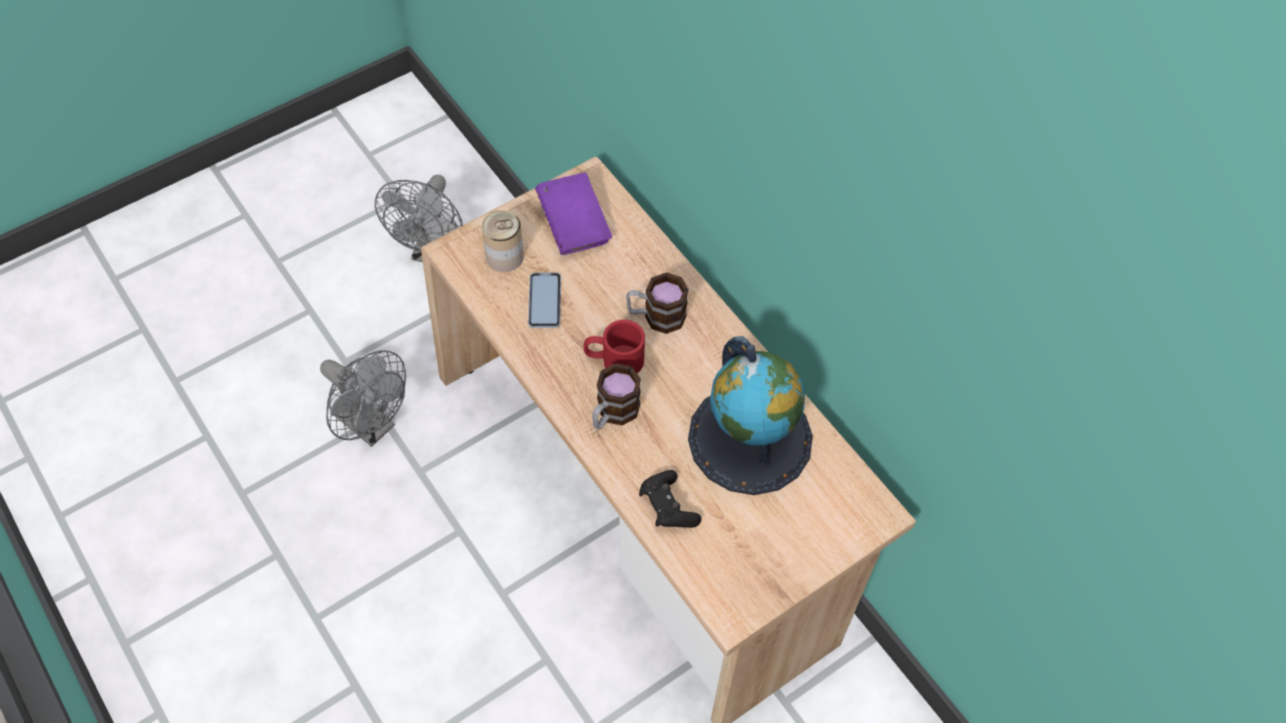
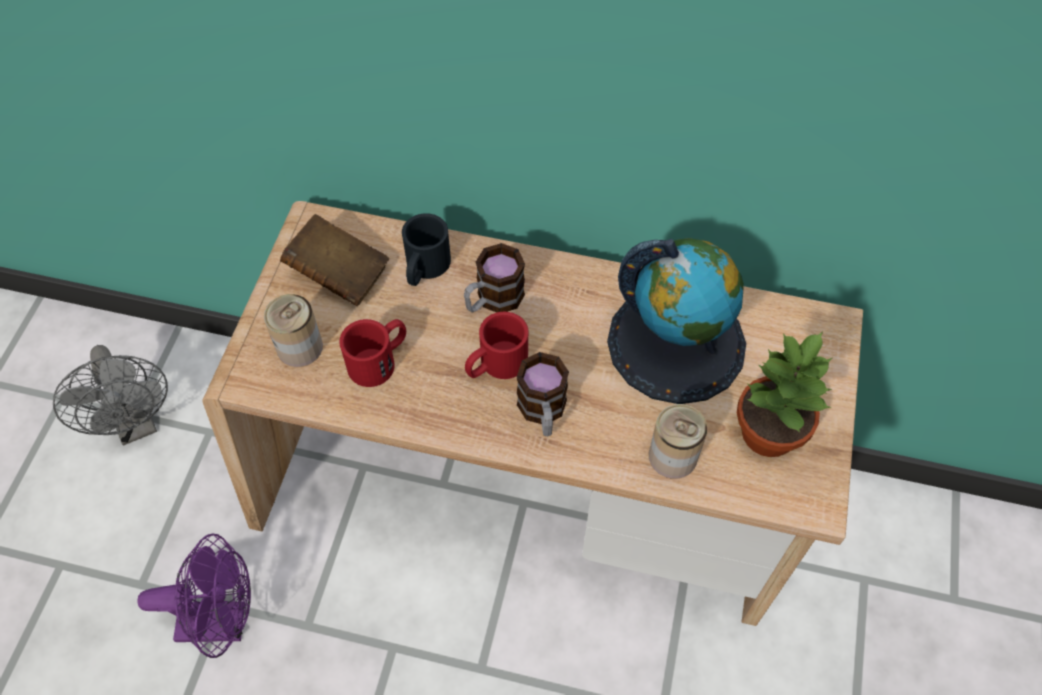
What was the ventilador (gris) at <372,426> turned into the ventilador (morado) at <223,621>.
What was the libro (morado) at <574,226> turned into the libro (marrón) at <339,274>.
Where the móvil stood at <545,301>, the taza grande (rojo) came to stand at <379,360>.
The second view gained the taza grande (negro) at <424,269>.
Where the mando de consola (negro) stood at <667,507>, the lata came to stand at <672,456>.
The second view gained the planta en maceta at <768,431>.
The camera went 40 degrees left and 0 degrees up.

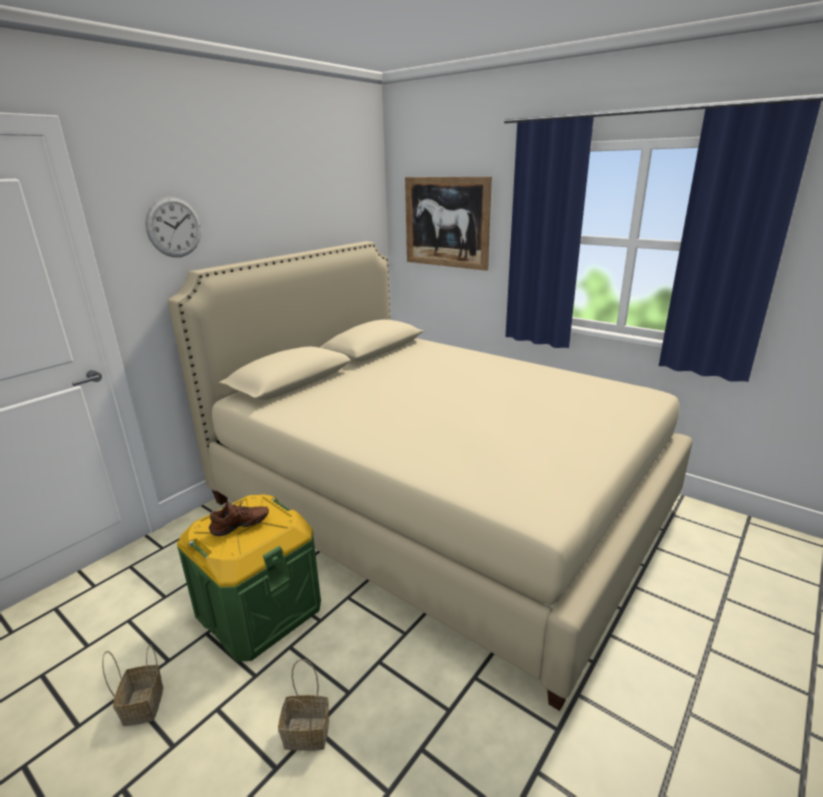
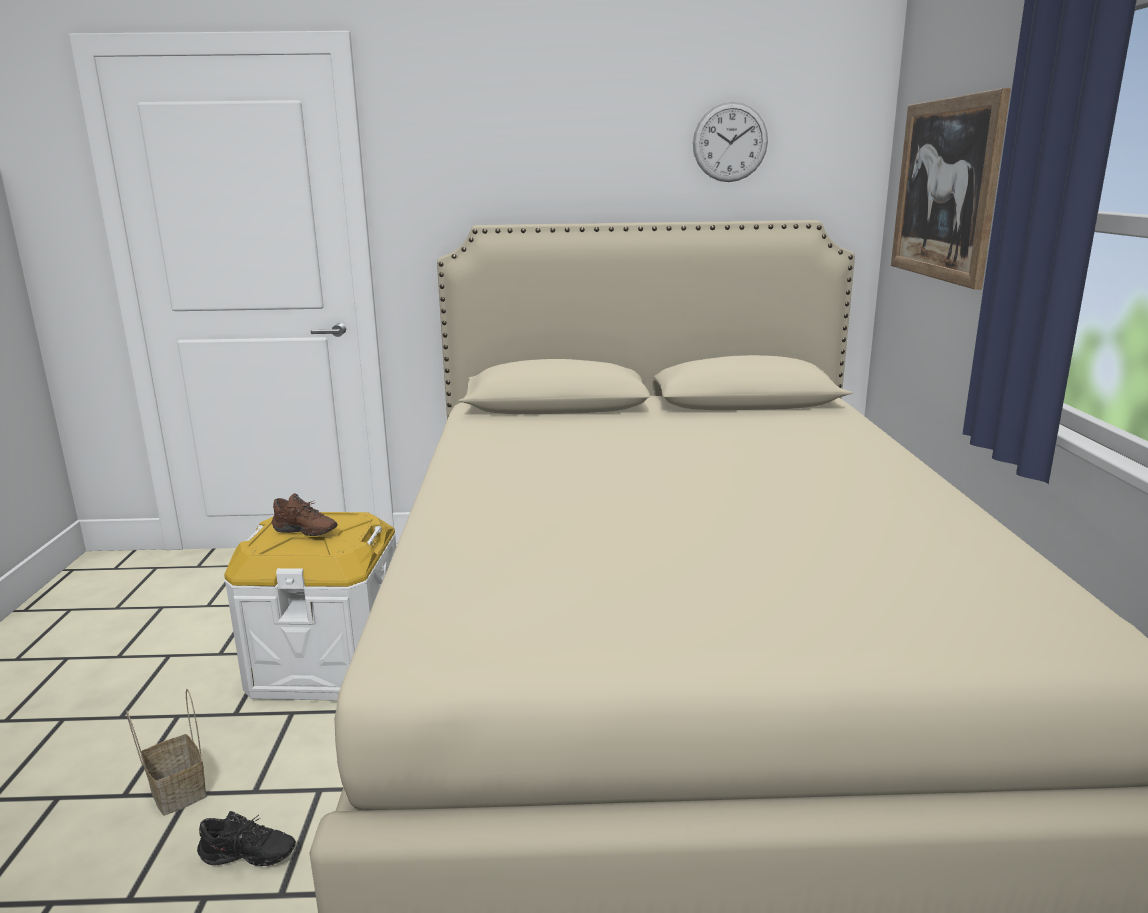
The second view gained the zapato (negro) at <247,859>.
What was the caja de almacenaje (verde) at <259,610> turned into the caja de almacenaje (blanco) at <328,663>.
The reloj de pared ended up elsewhere, having gone from <174,227> to <730,142>.
The second view lost the cesta at <144,706>.
The camera went 50 degrees right and 5 degrees down.

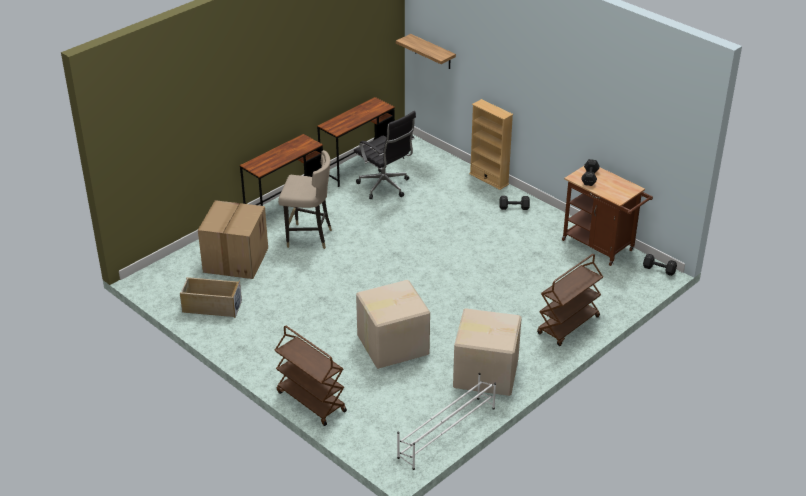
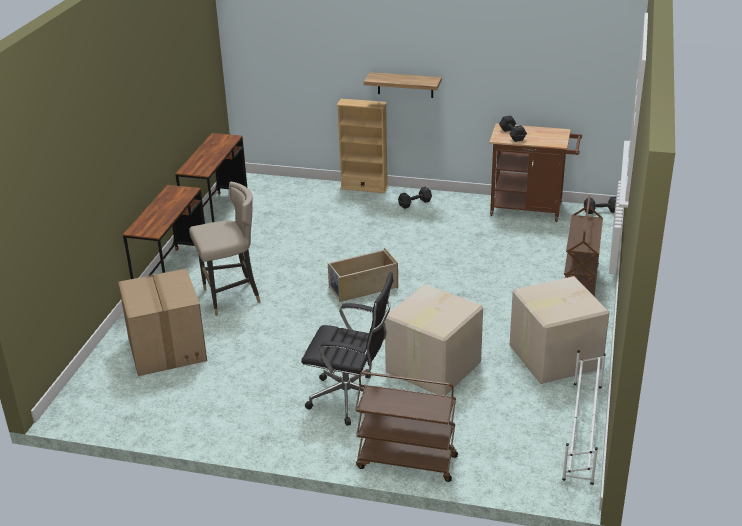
The silla de oficina (negro) ended up elsewhere, having gone from <385,187> to <351,399>.
The caja de almacenaje (beis) ended up elsewhere, having gone from <211,307> to <362,288>.
The estante ended up elsewhere, having gone from <432,52> to <405,85>.
The camera went 30 degrees left and 5 degrees down.

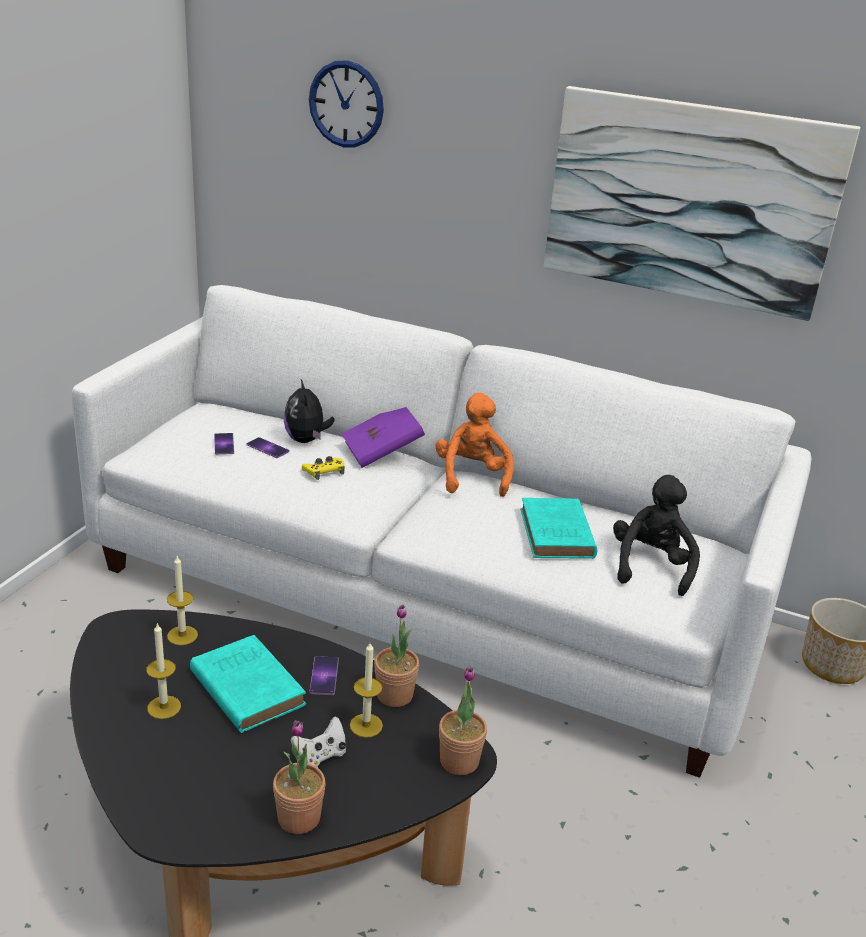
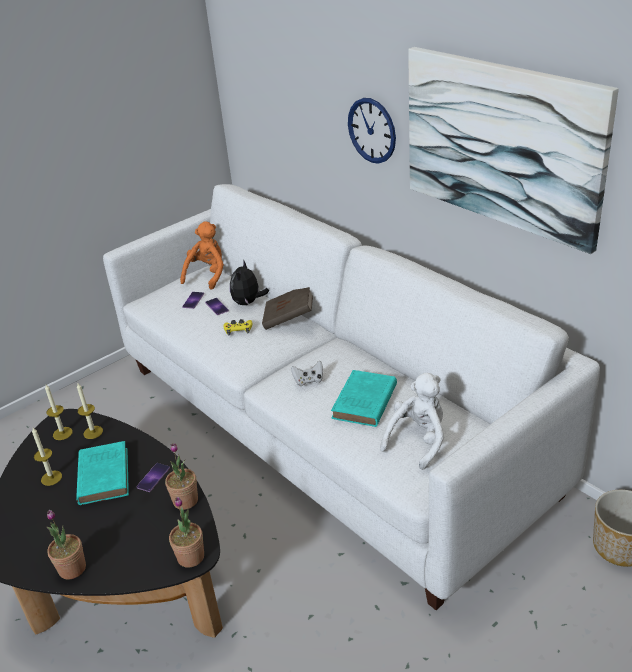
The vela ended up elsewhere, having gone from <366,725> to <62,433>.
The peluche (naranja) ended up elsewhere, having gone from <472,476> to <207,275>.
What was the libro (morado) at <382,451> turned into the libro (marrón) at <289,318>.
The mando de consola (blanco) ended up elsewhere, having gone from <320,756> to <308,381>.
The reloj de pared ended up elsewhere, having gone from <346,104> to <372,130>.
What was the peluche (negro) at <651,566> turned into the peluche (blanco) at <418,441>.
The camera went 30 degrees right and 5 degrees up.

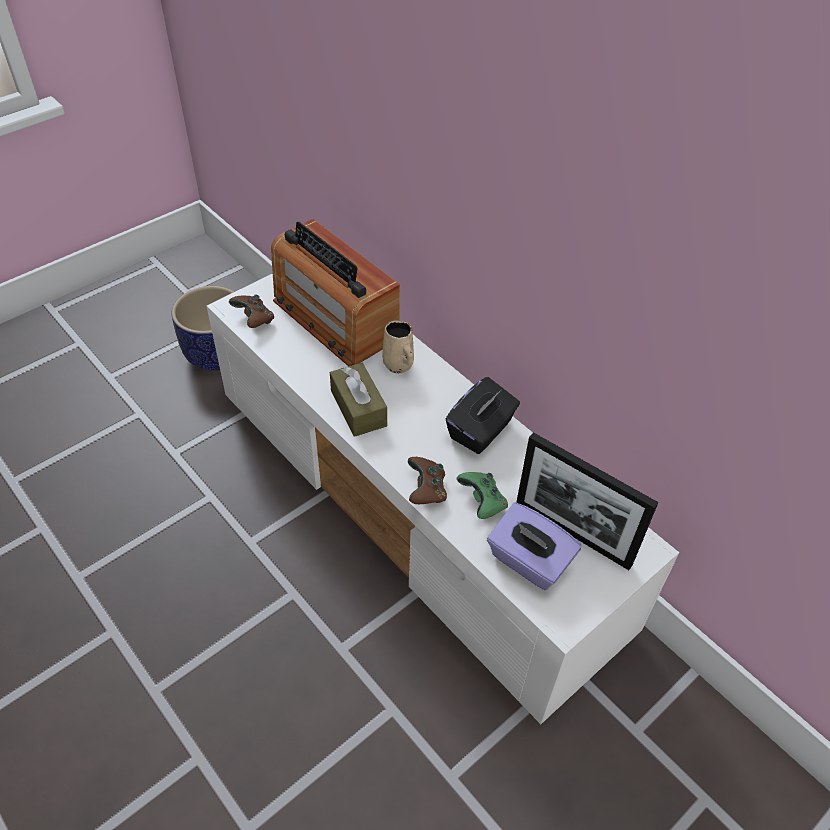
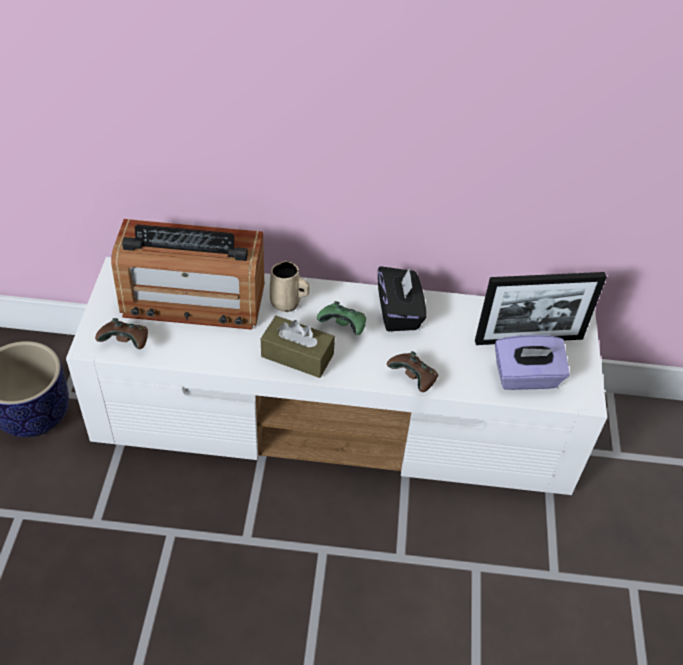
The mando de consola (verde) ended up elsewhere, having gone from <482,502> to <343,326>.
The camera went 45 degrees left and 0 degrees up.

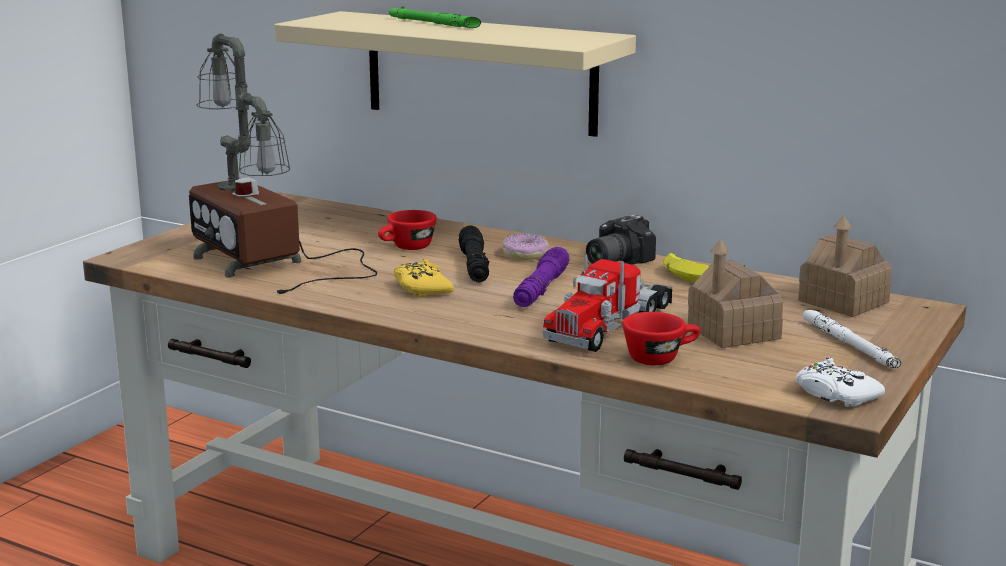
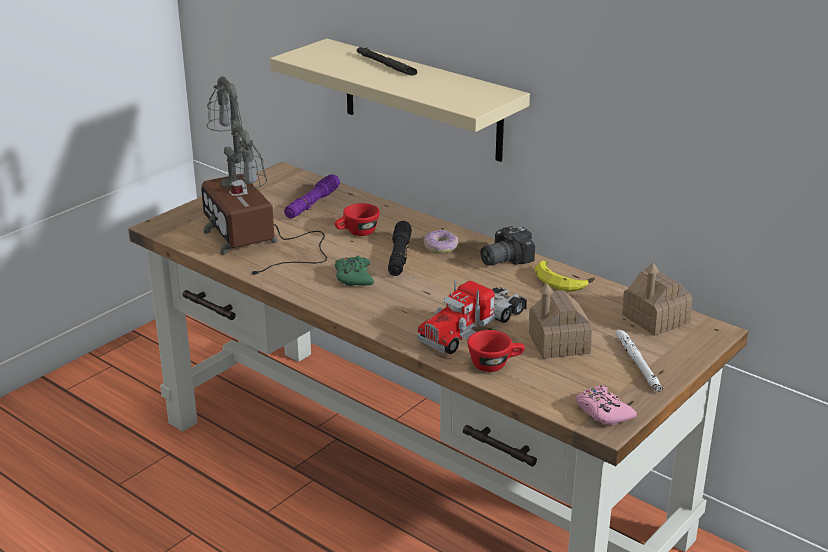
The linterna (morado) ended up elsewhere, having gone from <541,289> to <312,204>.
What was the mando de consola (amarillo) at <422,288> turned into the mando de consola (verde) at <354,277>.
What was the linterna (verde) at <433,23> turned into the linterna (negro) at <386,65>.
What was the mando de consola (blanco) at <835,394> turned into the mando de consola (rosa) at <603,412>.
The camera went 10 degrees right and 10 degrees up.

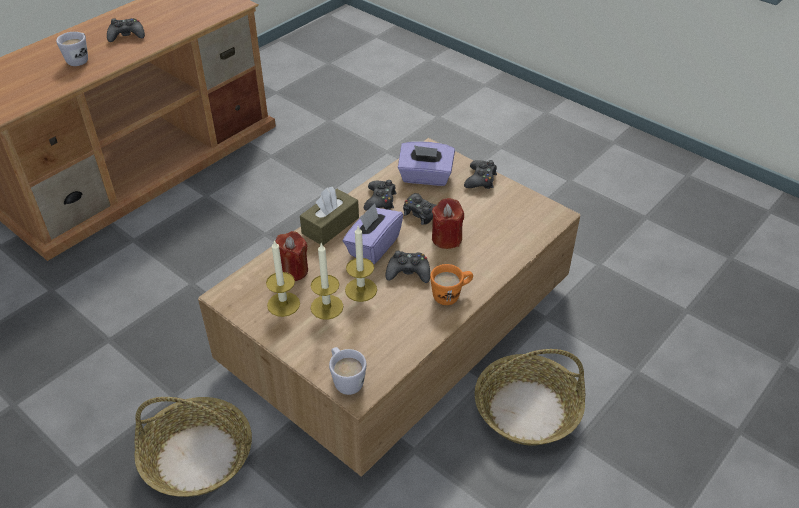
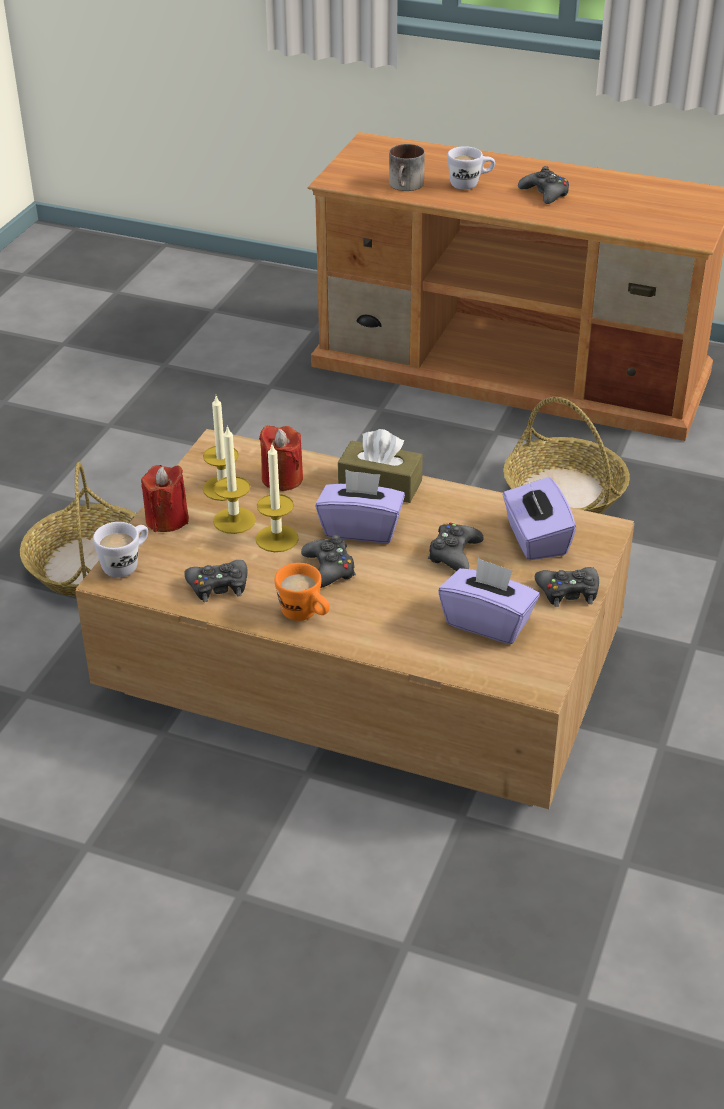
The vela (rojo) ended up elsewhere, having gone from <446,238> to <167,519>.
The mando de consola (negro) ended up elsewhere, having gone from <380,200> to <218,586>.
The second view gained the taza grande at <406,186>.
The second view gained the caja de pañuelos (morado) at <487,622>.
The cesta ended up elsewhere, having gone from <527,409> to <565,494>.
The camera went 70 degrees right and 5 degrees down.

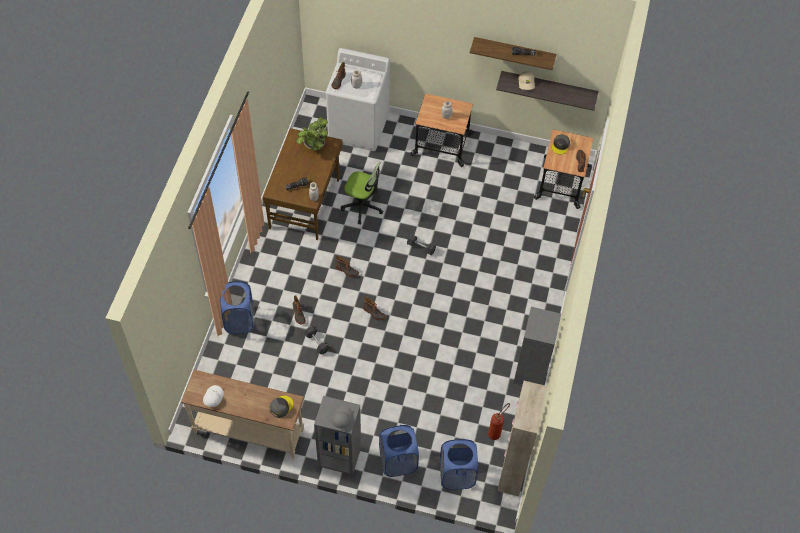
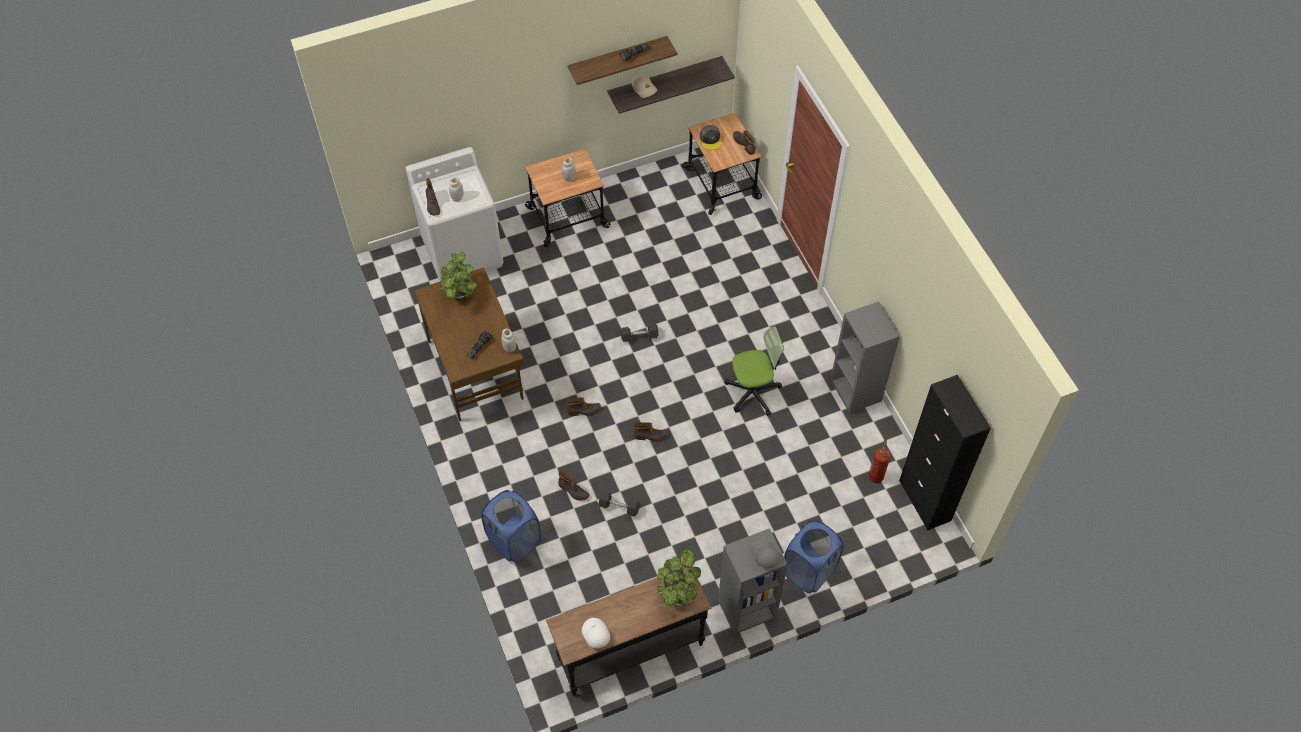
What was the mesa consola (beis) at <249,431> turned into the mesa consola (negro) at <630,650>.
Where the gorra (gris) stood at <281,406>, the planta en maceta came to stand at <677,592>.
The silla de oficina ended up elsewhere, having gone from <362,206> to <753,392>.
What was the armario (beis) at <512,471> turned into the armario (negro) at <924,500>.
The second view lost the cesto de la ropa (azul) at <456,475>.
The camera went 35 degrees left and 0 degrees up.

